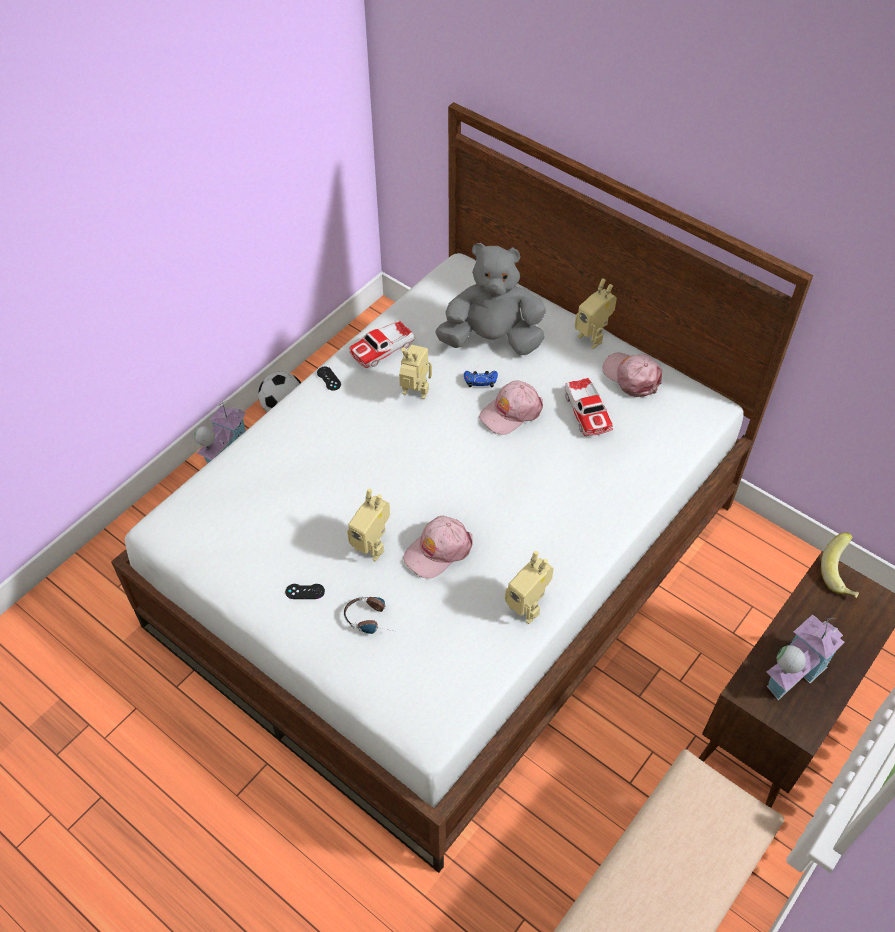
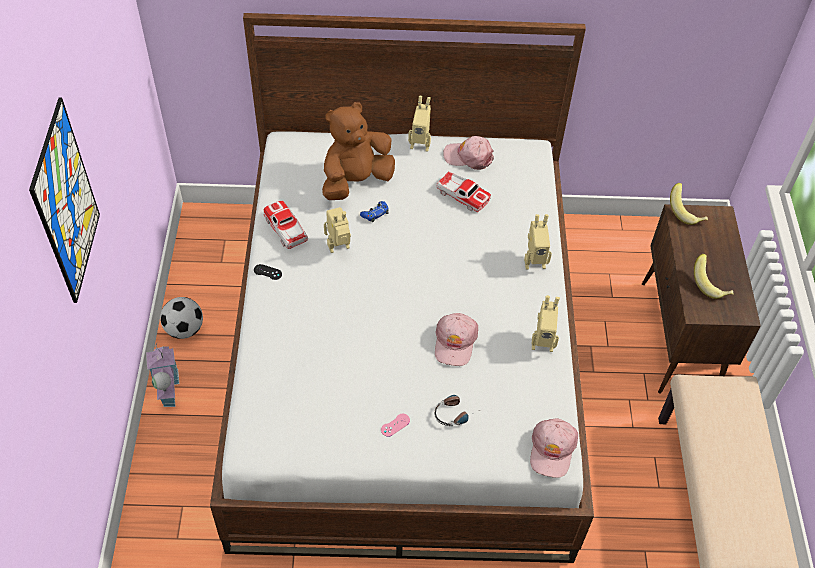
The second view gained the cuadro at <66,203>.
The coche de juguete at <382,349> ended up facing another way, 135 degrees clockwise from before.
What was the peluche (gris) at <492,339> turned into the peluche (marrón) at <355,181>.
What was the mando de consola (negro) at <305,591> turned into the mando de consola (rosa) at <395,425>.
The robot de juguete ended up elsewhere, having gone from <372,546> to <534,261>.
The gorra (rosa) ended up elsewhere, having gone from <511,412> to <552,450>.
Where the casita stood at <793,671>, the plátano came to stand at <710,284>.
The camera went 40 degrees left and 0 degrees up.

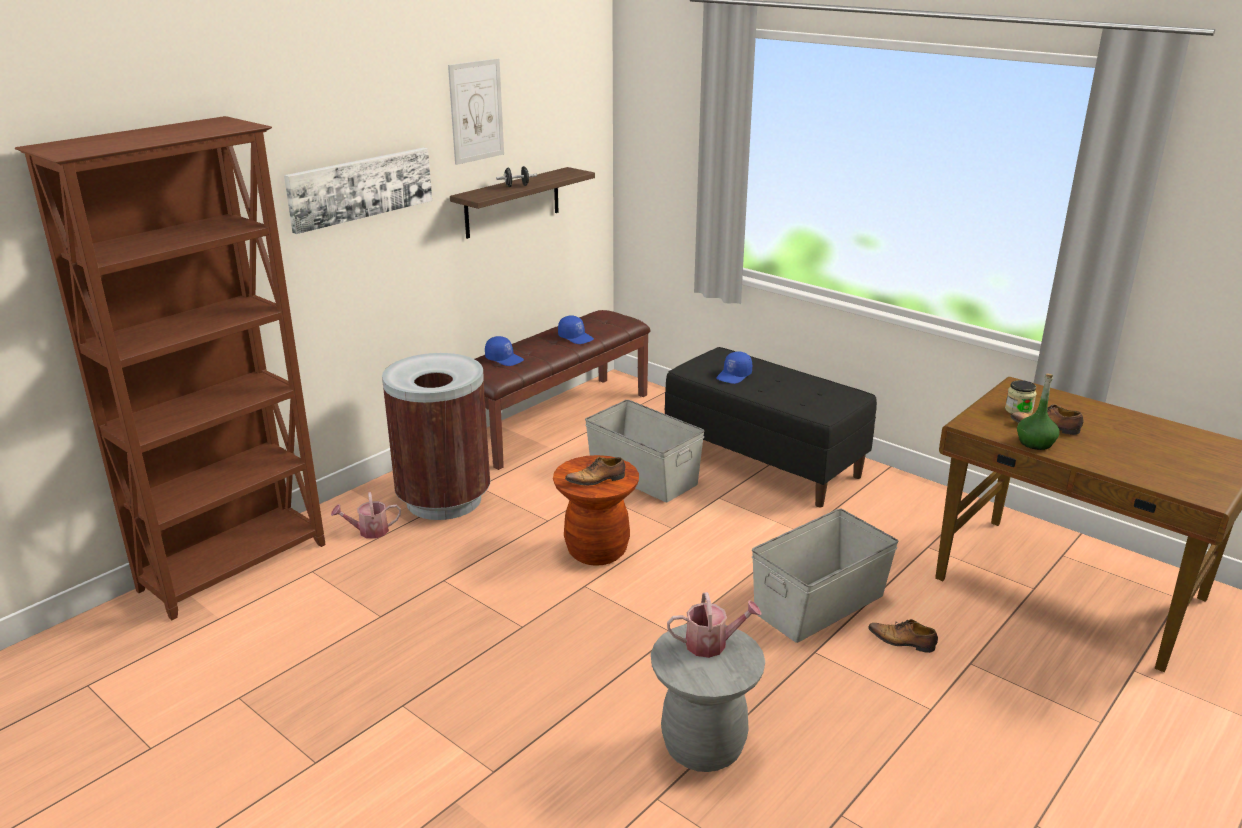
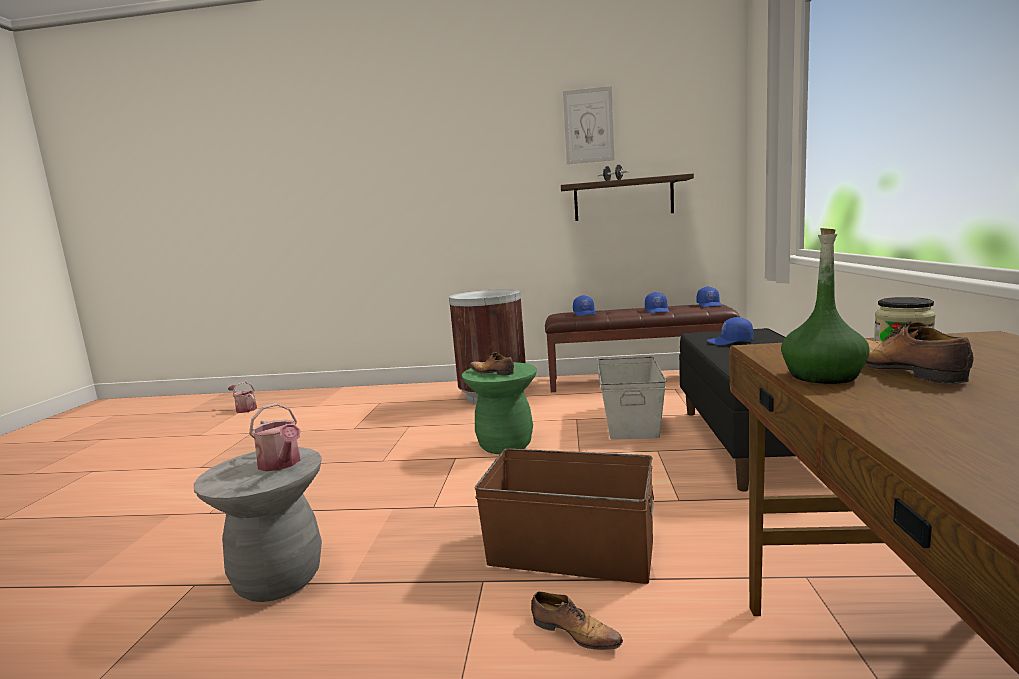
The regadera ended up elsewhere, having gone from <369,531> to <245,409>.
What was the taburete (marrón) at <597,551> turned into the taburete (verde) at <505,445>.
What was the caja de almacenaje (gris) at <820,604> turned into the caja de almacenaje (marrón) at <571,553>.
The zapato at <902,642> ended up facing another way, 135 degrees clockwise from before.
The second view gained the gorra (azul) at <710,305>.
The second view lost the estantería (marrón) at <236,567>.
The second view lost the cuadro at <360,188>.
The camera went 55 degrees right and 15 degrees down.

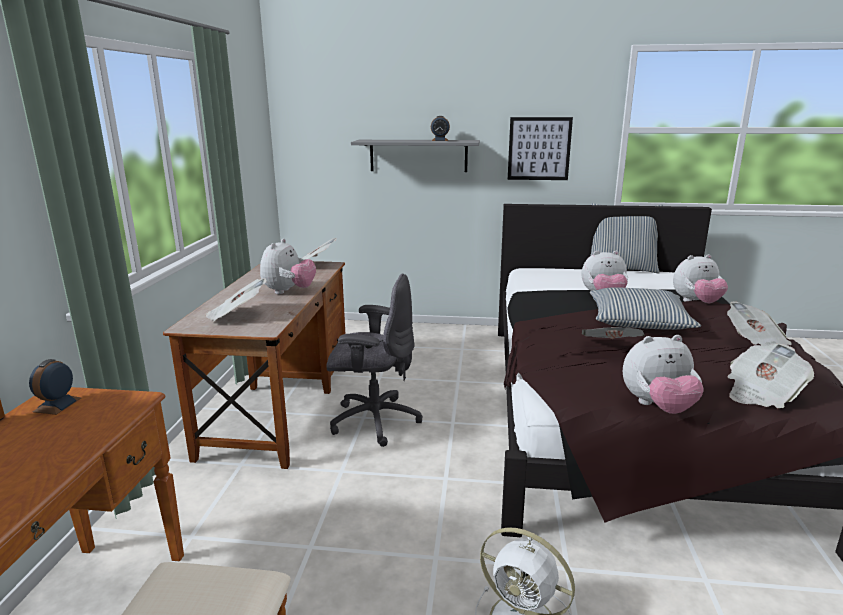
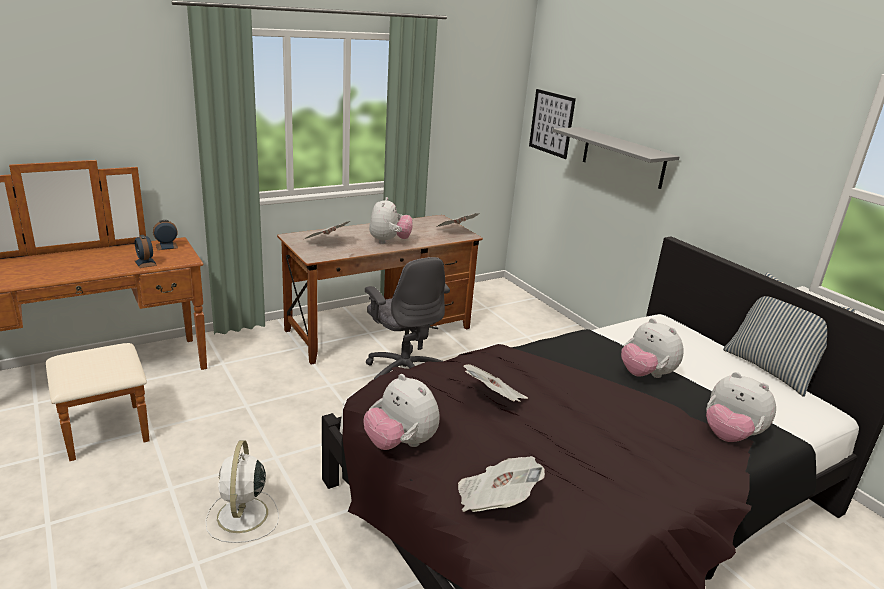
The despertador ended up elsewhere, having gone from <440,140> to <145,263>.
The peluche at <289,291> ended up facing another way, 60 degrees counterclockwise from before.
The cuadro ended up elsewhere, having gone from <539,149> to <551,123>.
The second view lost the cojín at <638,321>.
The second view lost the periódico at <756,344>.
The camera went 50 degrees right and 5 degrees up.

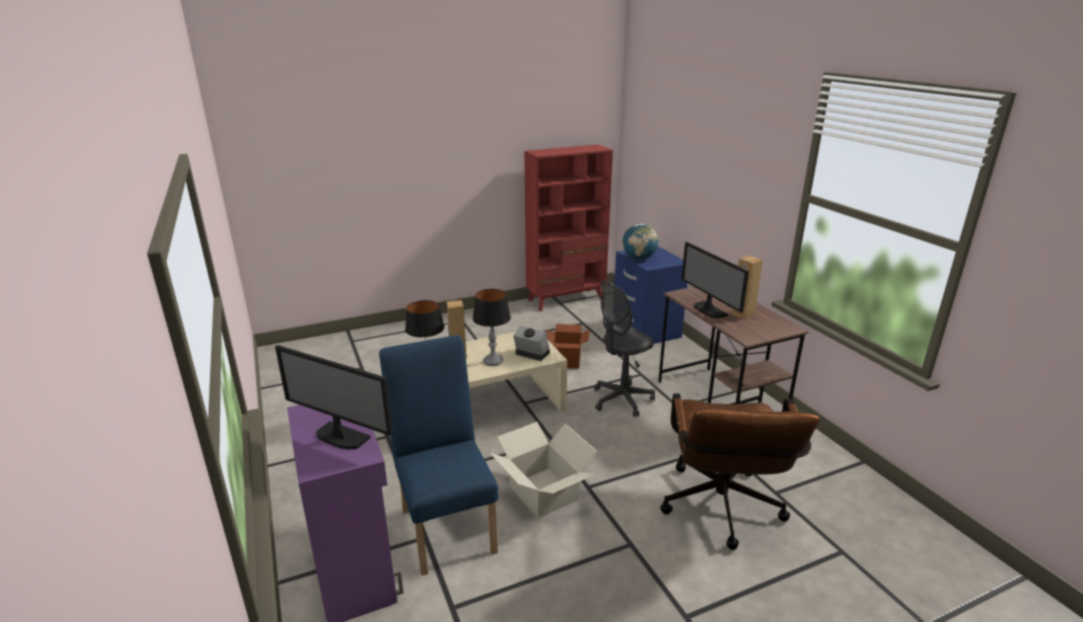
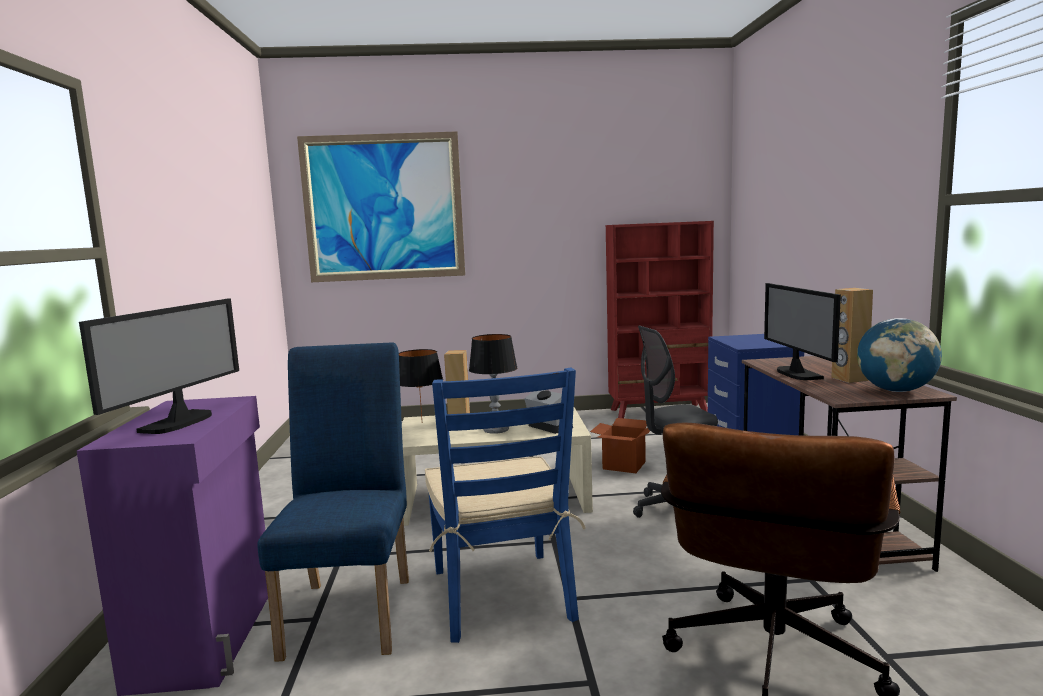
The monitor at <340,437> ended up facing another way, 120 degrees counterclockwise from before.
The second view gained the cuadro at <383,207>.
Where the caja de cartón stood at <543,492>, the silla (azul) came to stand at <502,595>.
The globo terráqueo ended up elsewhere, having gone from <639,258> to <896,390>.
The camera went 20 degrees right and 15 degrees down.

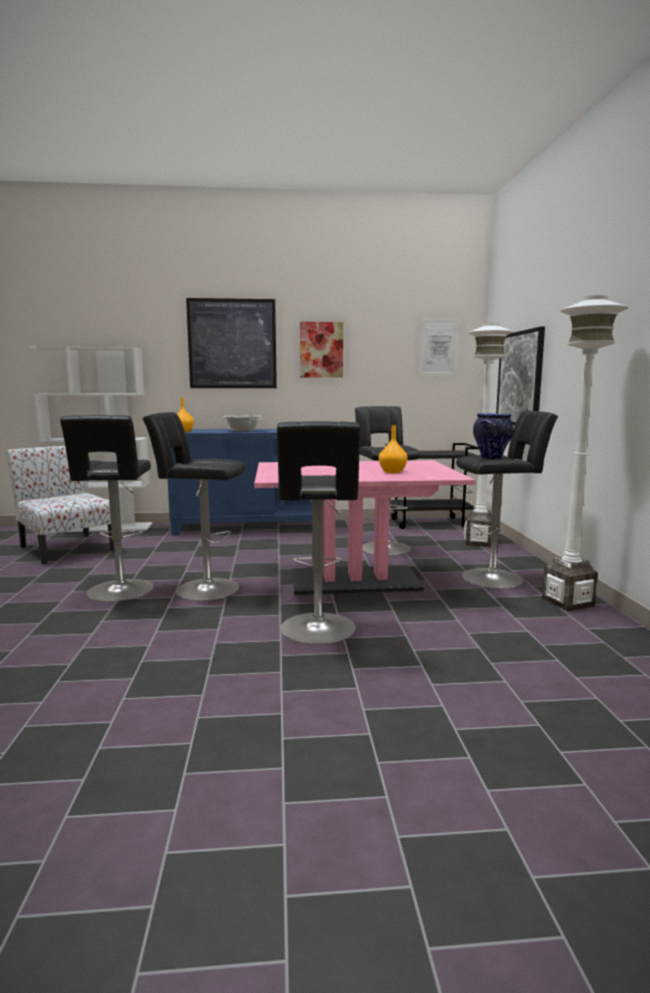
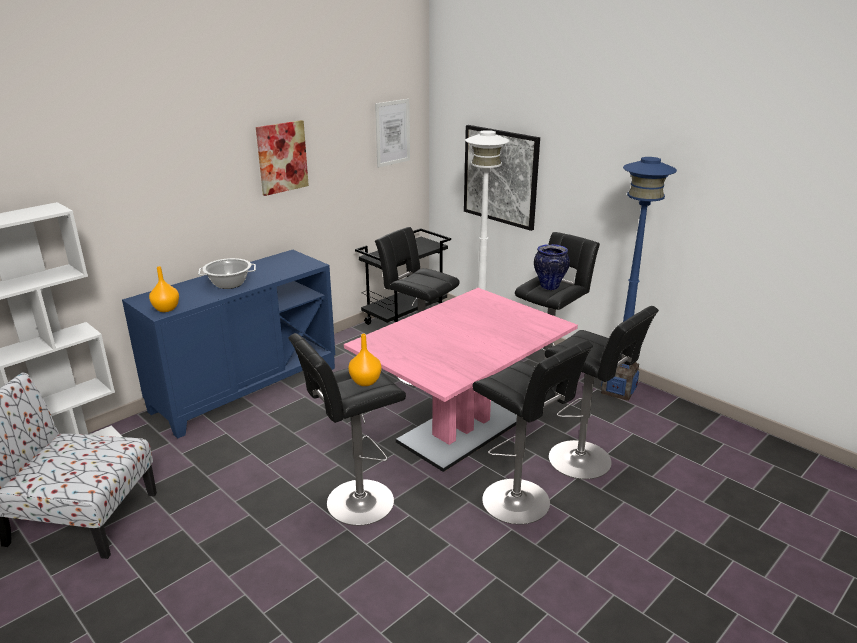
The florero (naranja) ended up elsewhere, having gone from <393,472> to <366,381>.
The taburete (negro) ended up elsewhere, having gone from <119,591> to <584,461>.
What was the lámpara de pie (blanco) at <568,602> turned into the lámpara de pie (azul) at <618,390>.
The second view lost the cuadro at <232,344>.
The camera went 40 degrees left and 15 degrees up.

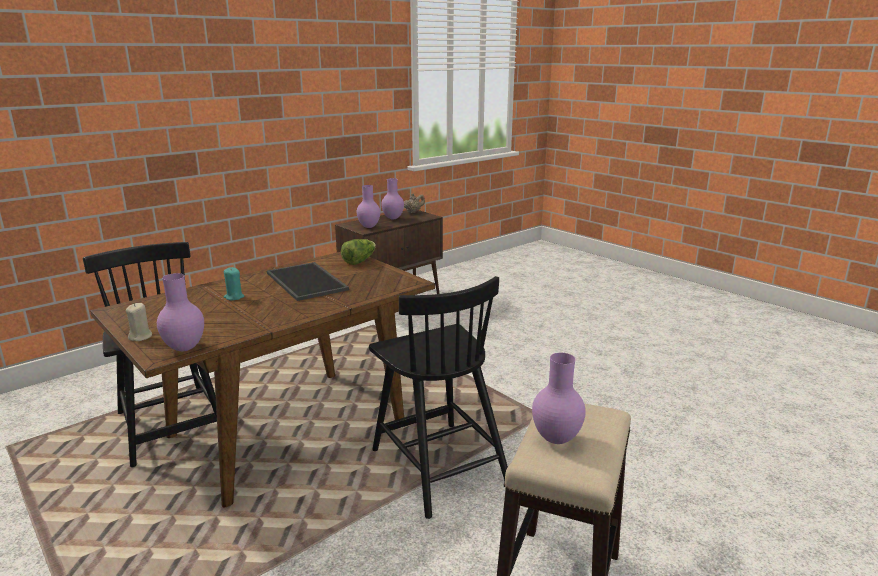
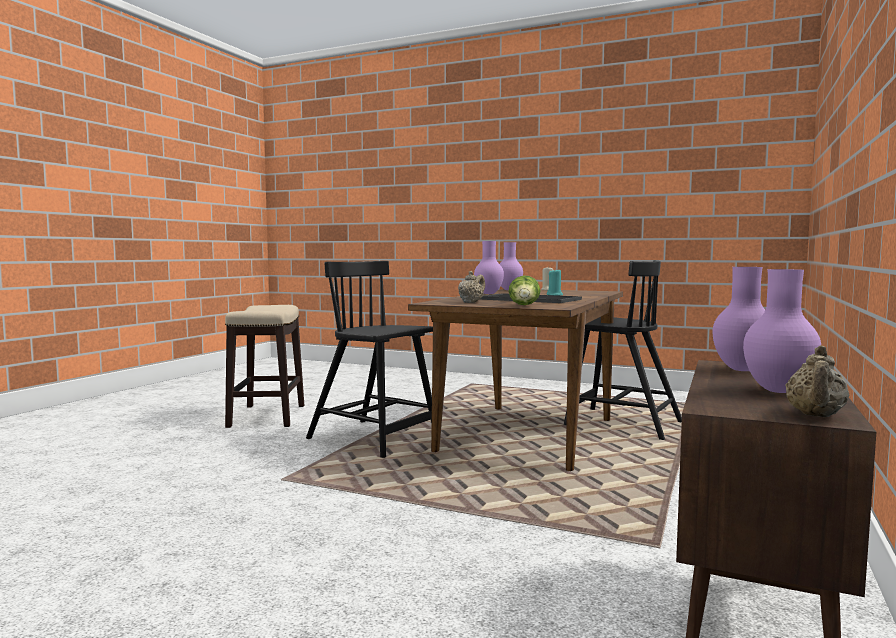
The second view gained the tetera (beis) at <471,302>.
The florero (morado) ended up elsewhere, having gone from <555,439> to <489,293>.
The camera went 155 degrees right and 15 degrees down.

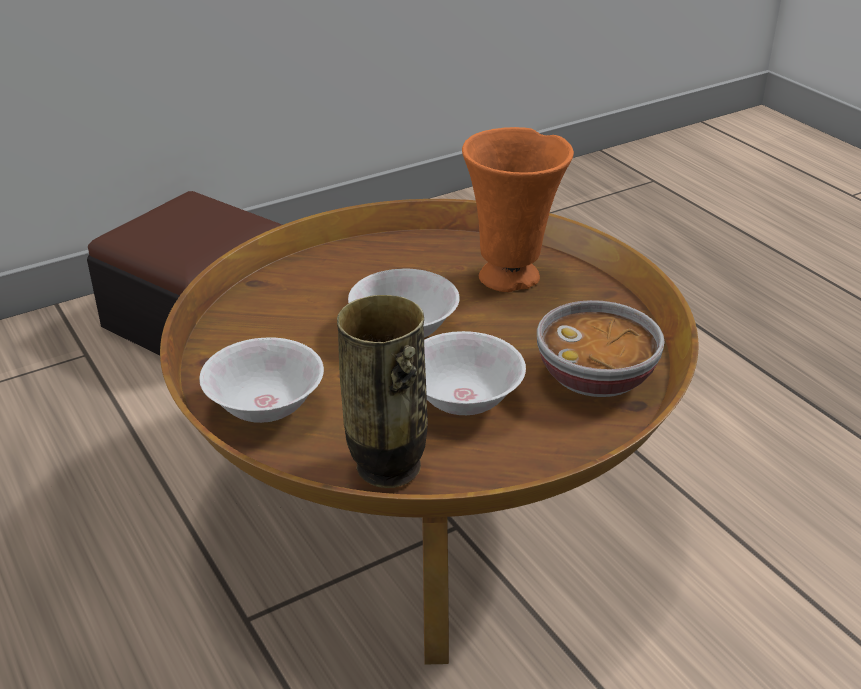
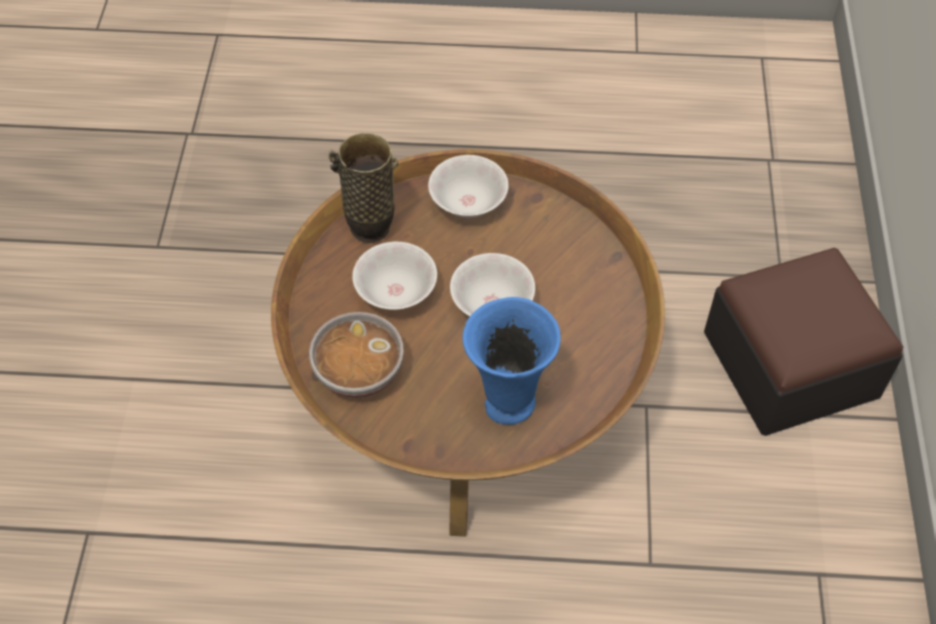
What was the florero (naranja) at <511,278> turned into the florero (azul) at <507,404>.
The camera went 125 degrees right and 20 degrees up.

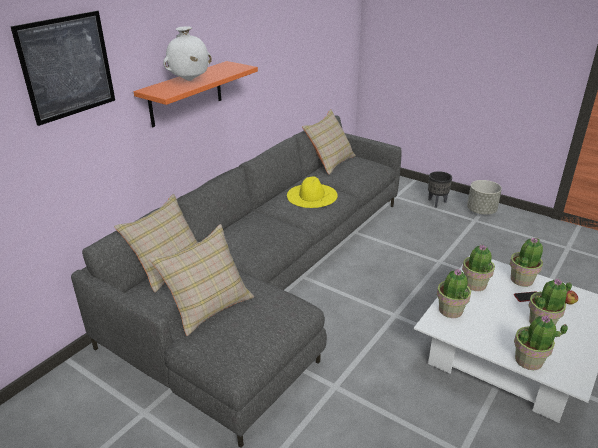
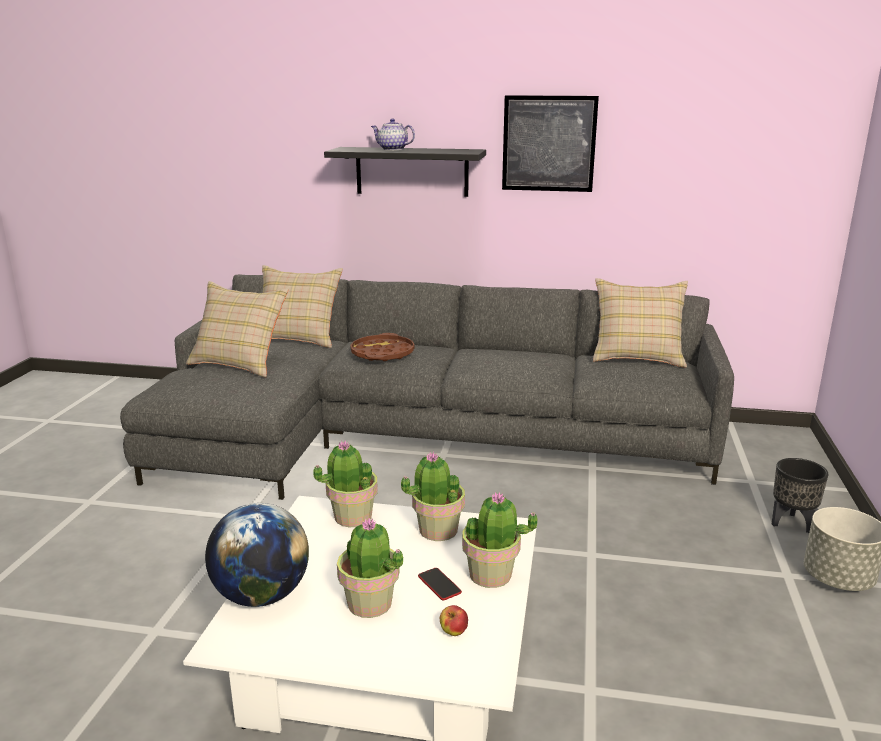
Where the planta en maceta stood at <529,361>, the globo terráqueo came to stand at <261,596>.
What was the estante (naranja) at <186,94> turned into the estante (negro) at <412,171>.
The second view gained the bandeja (marrón) at <382,354>.
Where the florero (blanco) stood at <189,80>, the tetera came to stand at <392,149>.
The cuadro ended up elsewhere, having gone from <67,67> to <549,144>.
The second view lost the sombrero (amarillo) at <312,195>.
The camera went 65 degrees right and 10 degrees down.

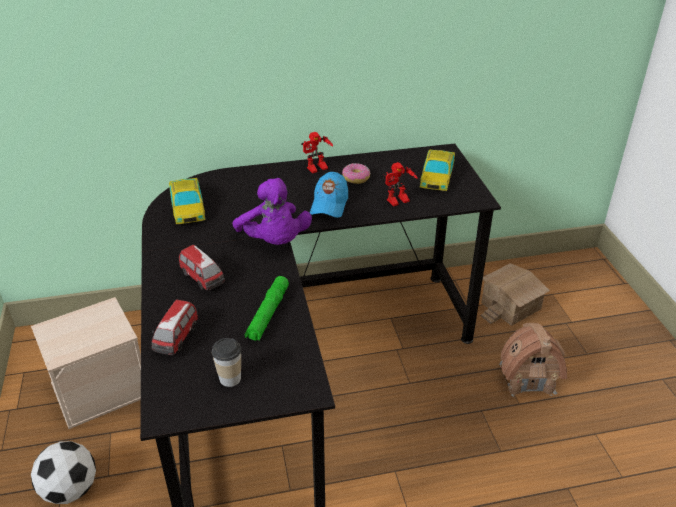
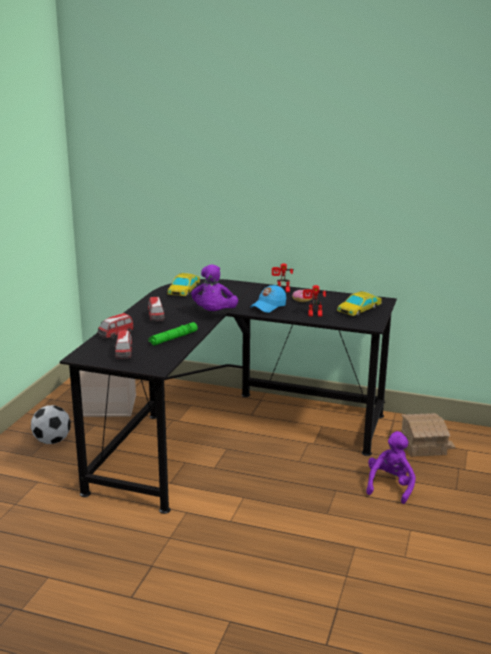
Where the taza stood at <230,378>, the coche de juguete came to stand at <124,354>.
Where the casita stood at <527,378>, the peluche (morado) came to stand at <390,486>.
The camera went 30 degrees right and 15 degrees down.

